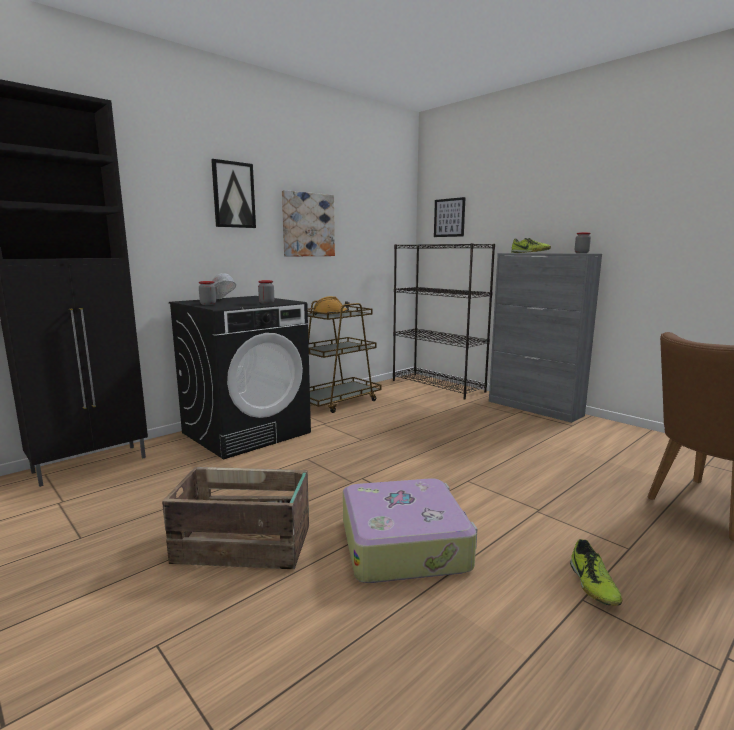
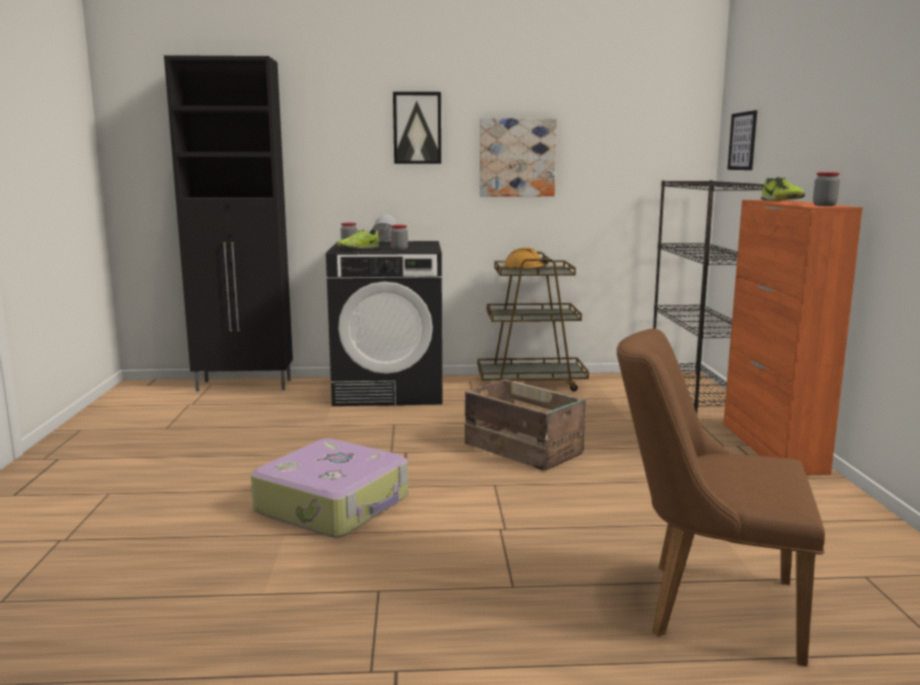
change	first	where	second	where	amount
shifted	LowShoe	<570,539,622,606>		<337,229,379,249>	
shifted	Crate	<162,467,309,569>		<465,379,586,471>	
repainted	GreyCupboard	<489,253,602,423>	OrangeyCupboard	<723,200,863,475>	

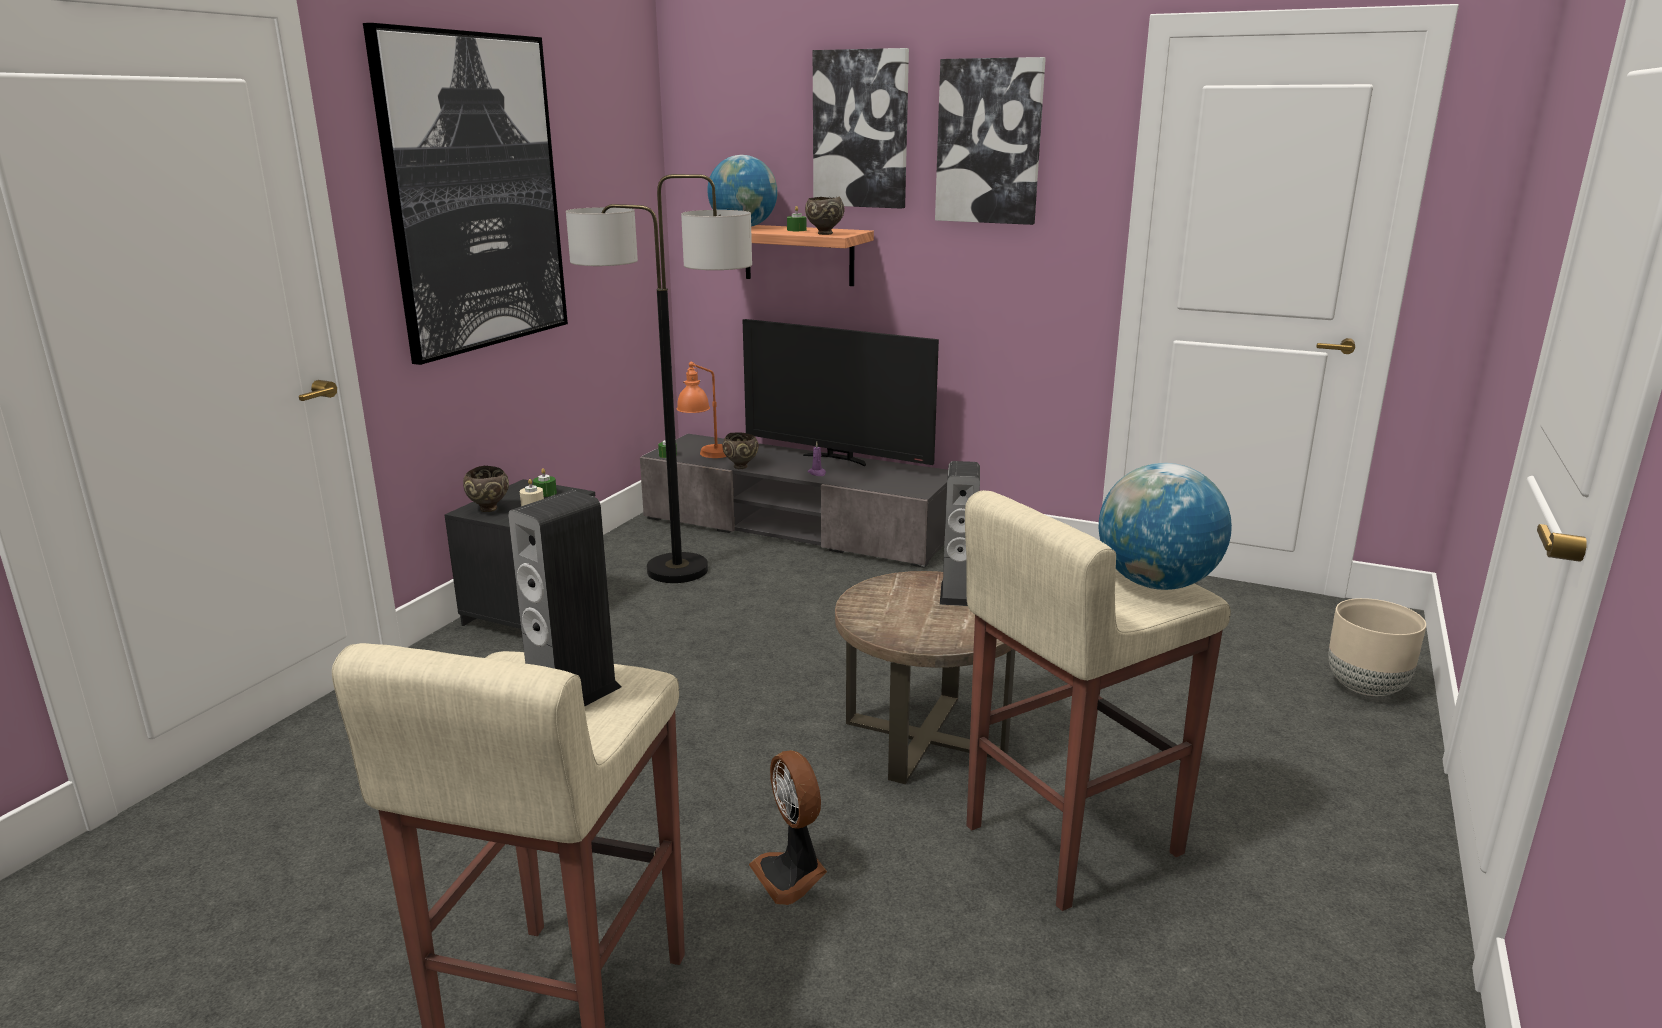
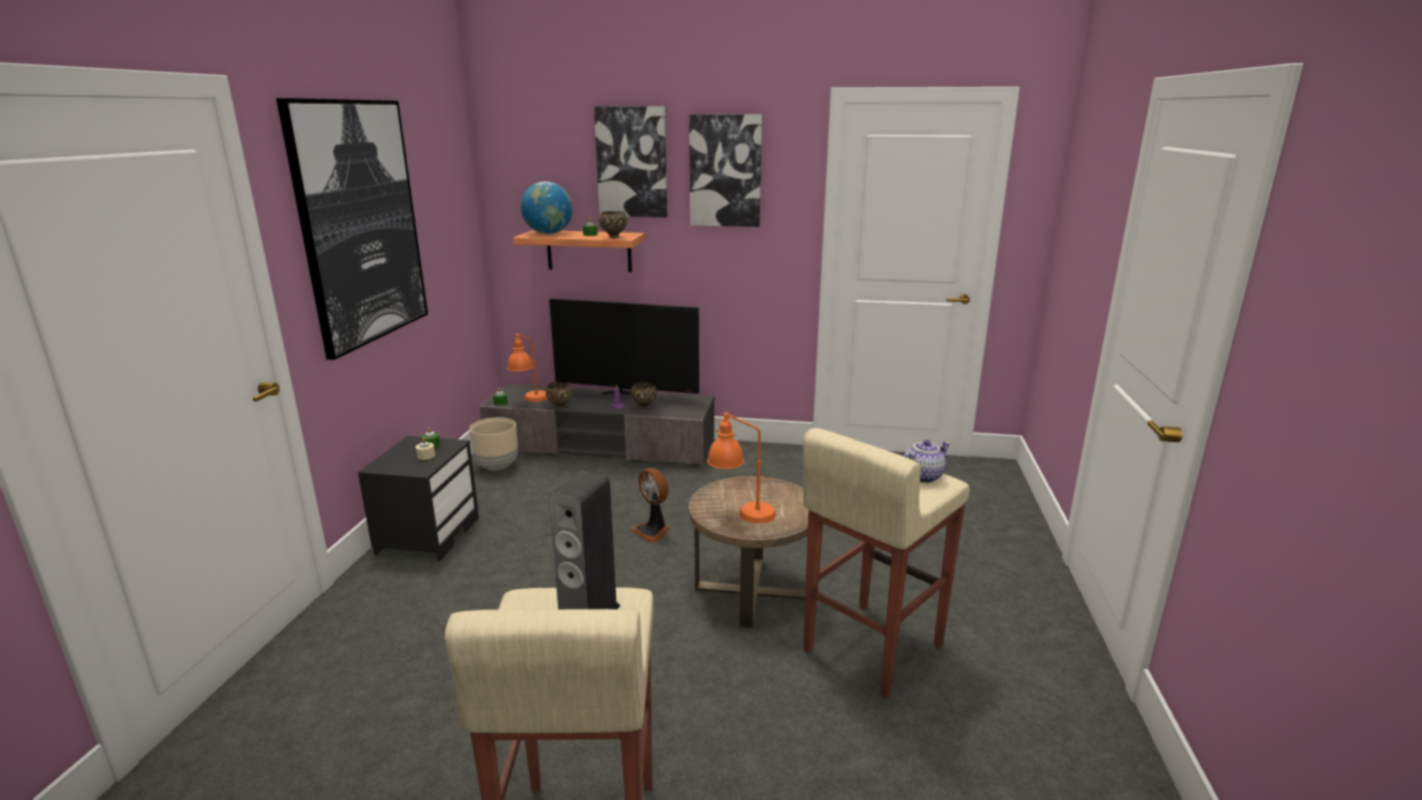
change	first	where	second	where	amount
shifted	SandColouredPlantPot	<1328,598,1426,696>		<469,417,518,470>	
shifted	BrownishBowl	<463,466,509,512>		<631,381,657,409>	
shifted	CoolingFan	<749,750,827,905>		<631,468,670,543>	
new			OrangeyLampForATable	<707,412,776,524>	
swapped	Globe	<1099,463,1232,590>	Teapot	<903,440,950,483>	
gone	FloorLamp	<566,174,752,583>			
gone	Loudspeaker	<940,461,980,606>			

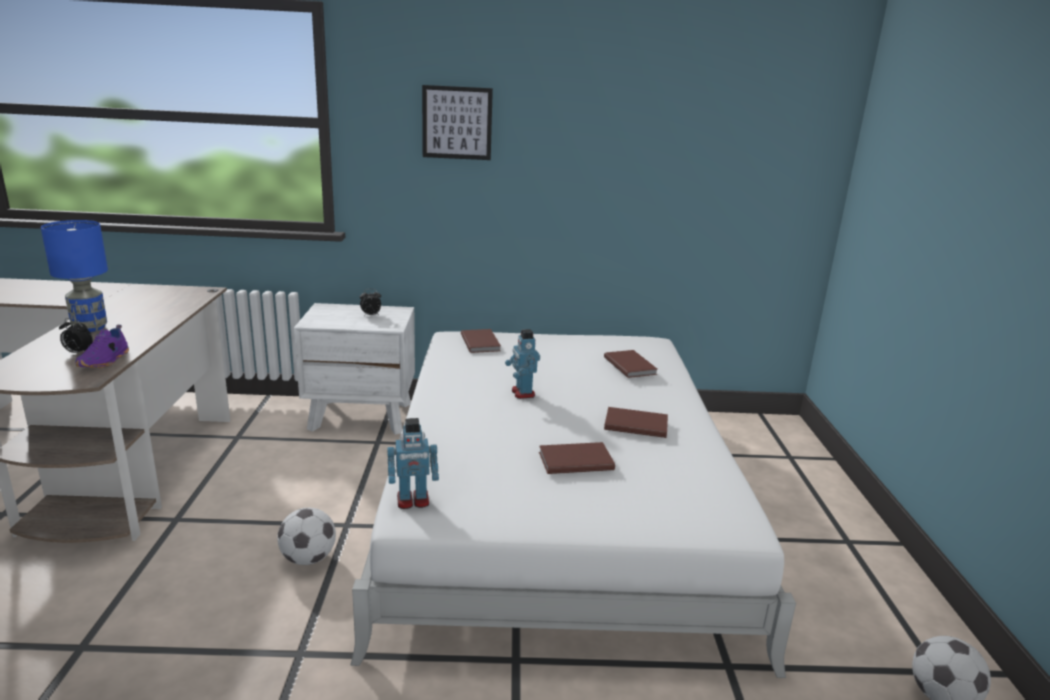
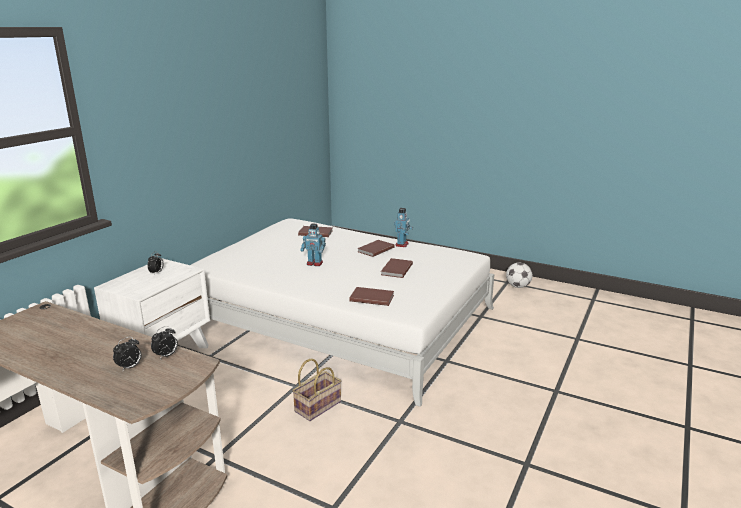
change	first	where	second	where	amount
swapped	PurpleLowShoe	<76,325,129,368>	AlarmClock	<151,326,178,359>	
swapped	BallForFootball	<277,508,336,565>	HouseholdBasket	<292,359,341,421>	
shifted	BrownishBook	<461,329,501,353>		<349,287,394,306>	
shifted	ToyRobot	<387,418,439,509>		<394,208,413,247>	
gone	BluishLampForATable	<41,220,108,332>			
gone	Picture	<422,85,493,160>			

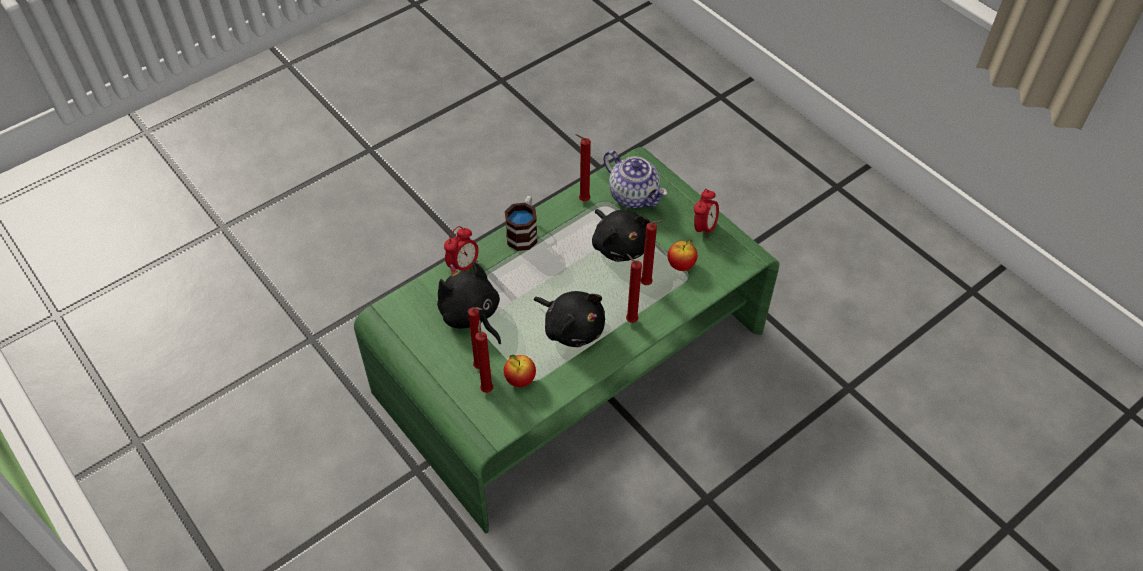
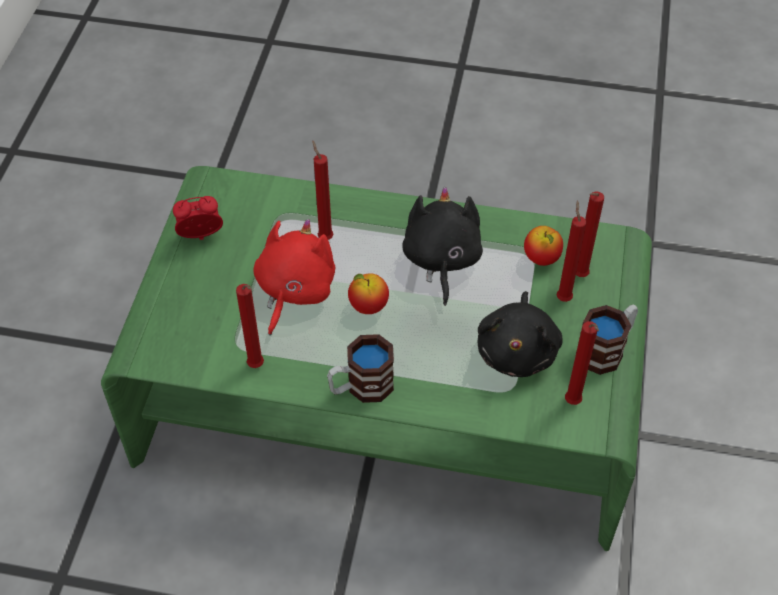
change	first	where	second	where	amount
repainted	BlackCuddlyToy	<592,209,650,262>	RedColouredCuddlyToy	<253,219,336,336>	
shifted	Apple	<668,239,697,271>		<348,273,389,314>	
shifted	RedColouredCandle	<626,254,642,323>		<565,321,599,405>	
new			TeaMug	<583,304,638,375>	
gone	AlarmClock	<444,226,479,271>			
gone	Teapot	<603,150,667,208>			

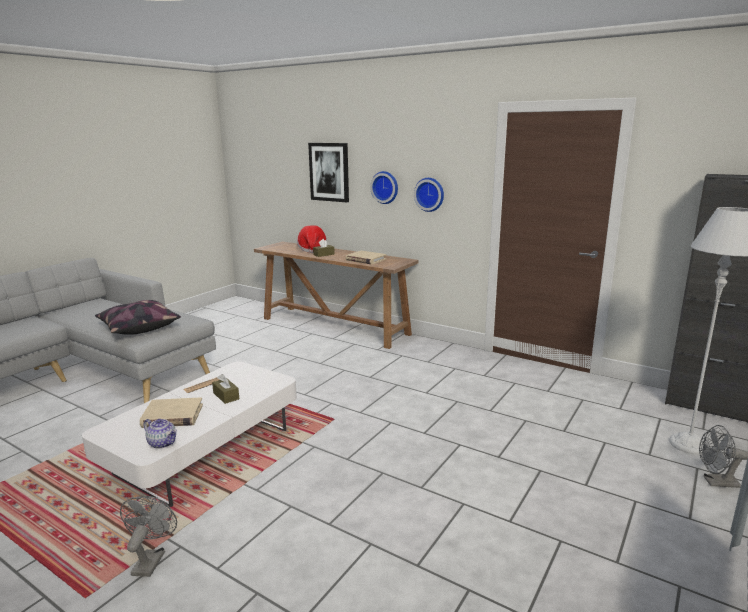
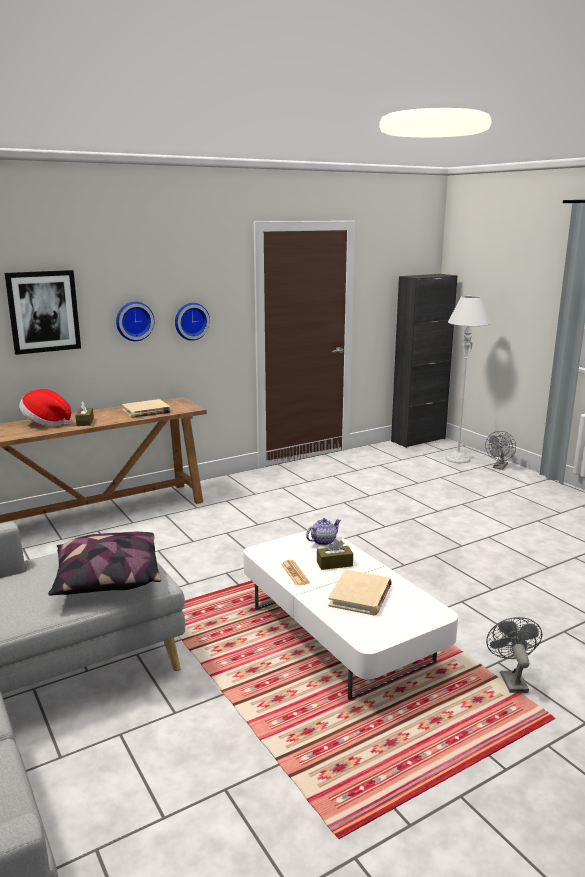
change	first	where	second	where	amount
shifted	Teapot	<144,419,177,449>		<306,518,341,545>	
rotated	GreyCoolingFan	<120,496,177,577>		<486,617,542,693>	60 degrees clockwise

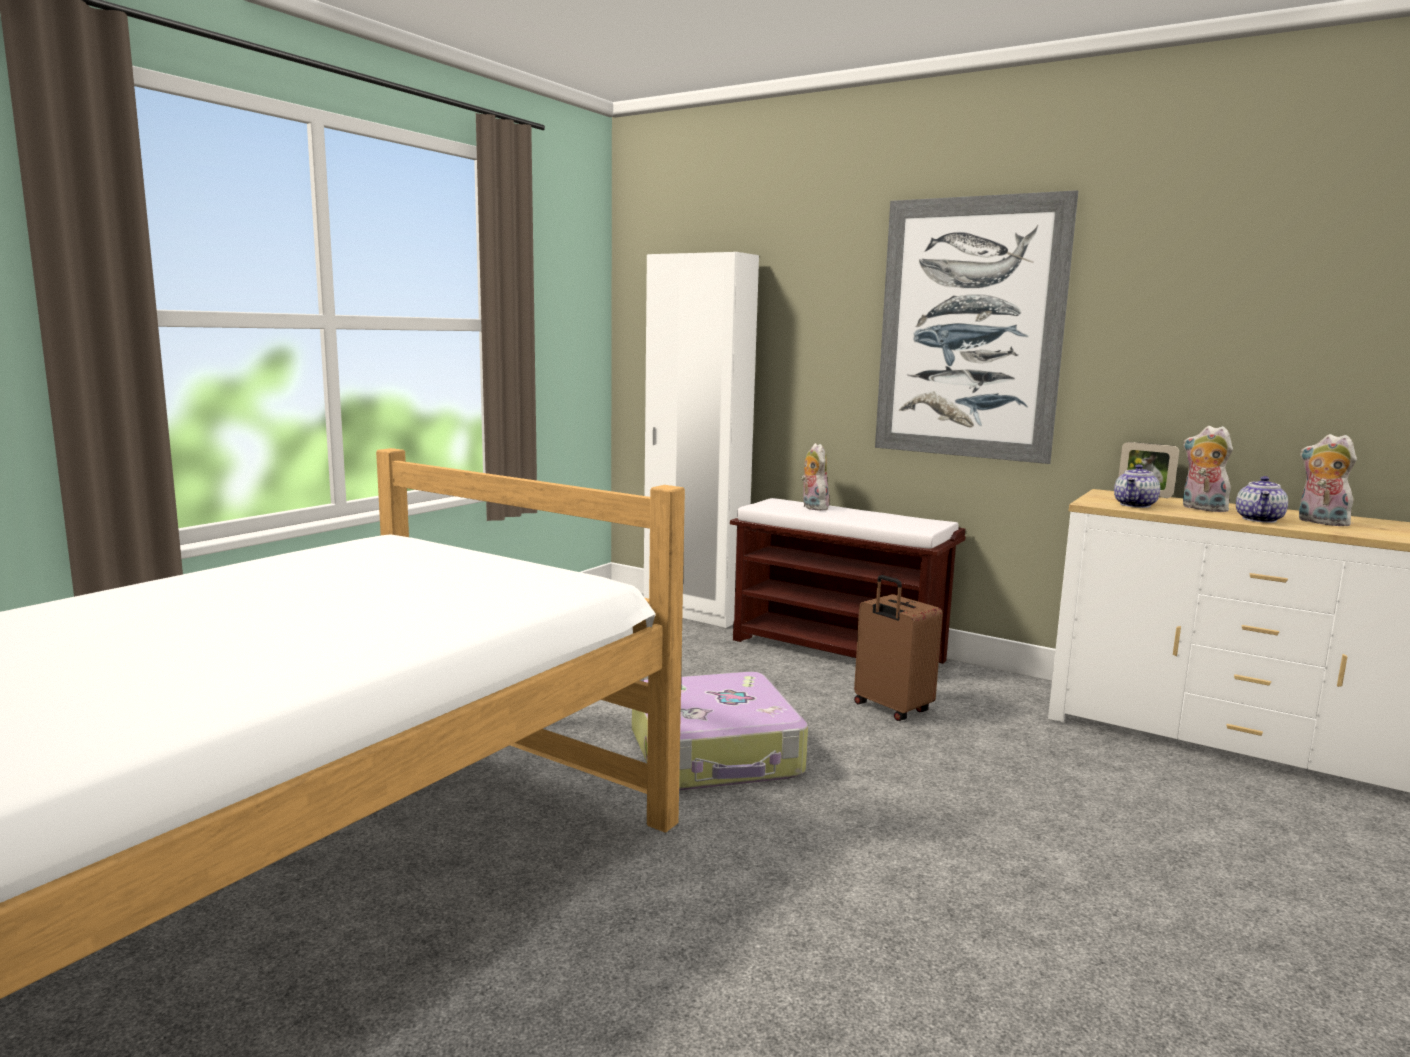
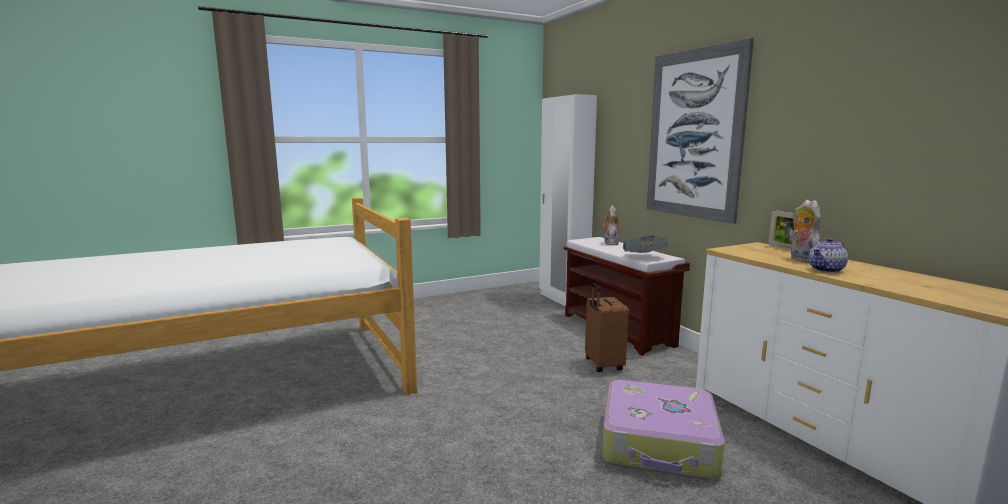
change	first	where	second	where	amount
shifted	Suitcase	<632,672,808,791>		<602,380,725,480>	
new			DailyPaper	<623,236,668,253>	
gone	Teapot	<1114,464,1160,508>			
gone	CuddlyToy	<1299,434,1357,526>			

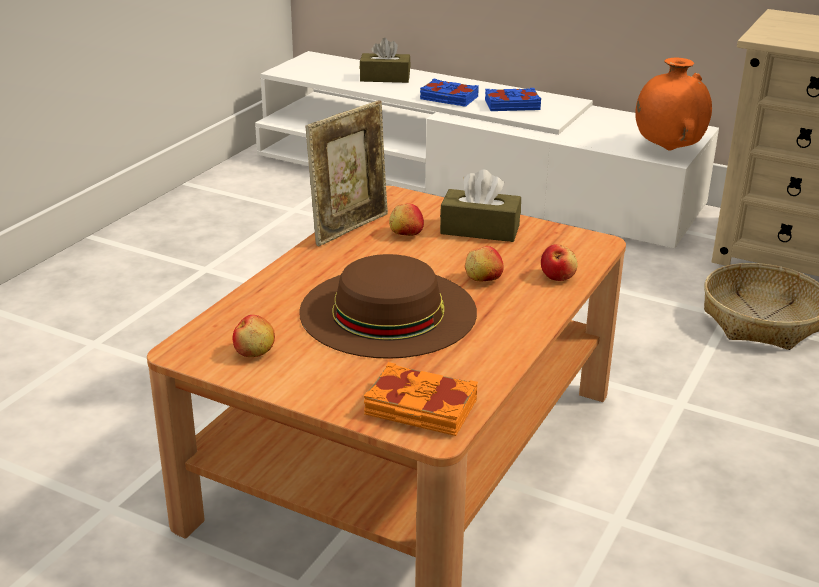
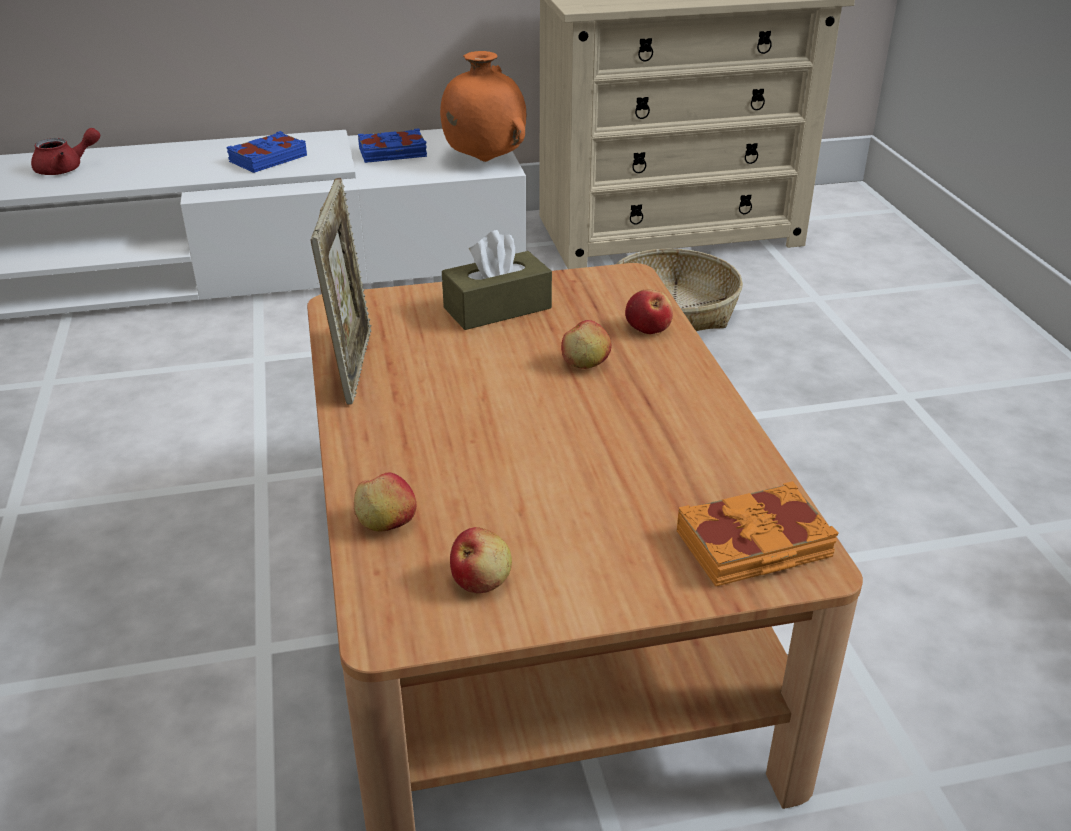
change	first	where	second	where	amount
swapped	BrownishBoxOfTissues	<360,38,411,83>	RedColouredTeapot	<31,128,100,175>	
shifted	Apple	<389,204,424,236>		<354,473,416,532>	
shifted	BluishBook	<420,78,479,107>		<358,128,427,163>	
gone	BrownishClothingHat	<299,254,477,359>			

